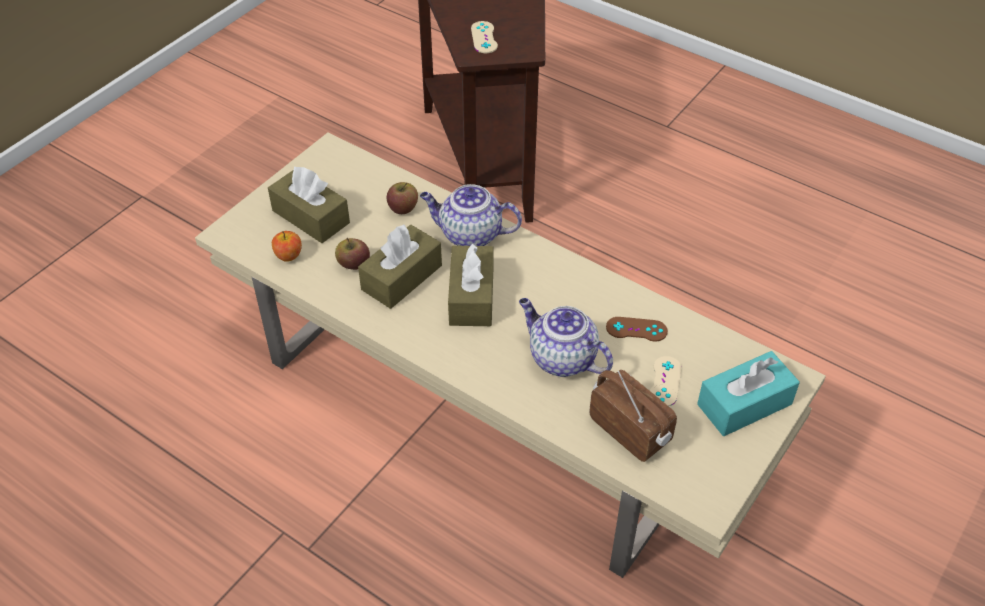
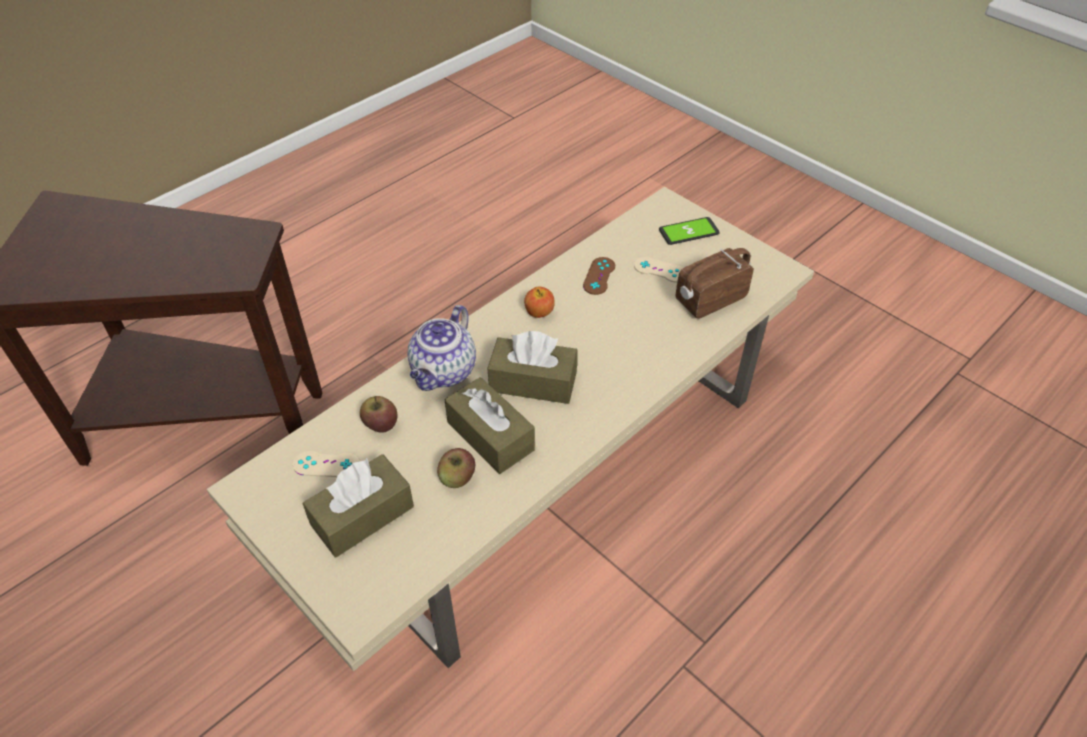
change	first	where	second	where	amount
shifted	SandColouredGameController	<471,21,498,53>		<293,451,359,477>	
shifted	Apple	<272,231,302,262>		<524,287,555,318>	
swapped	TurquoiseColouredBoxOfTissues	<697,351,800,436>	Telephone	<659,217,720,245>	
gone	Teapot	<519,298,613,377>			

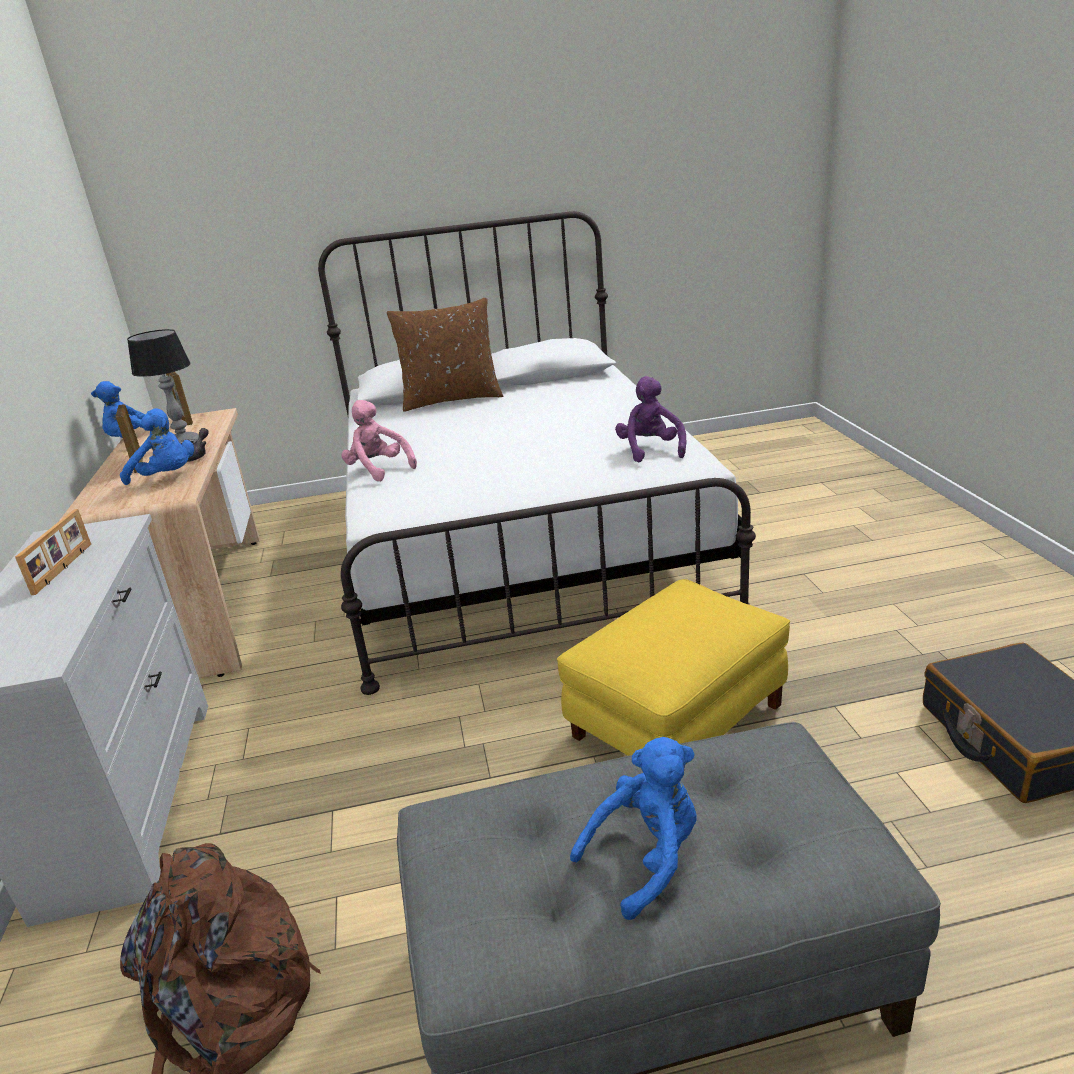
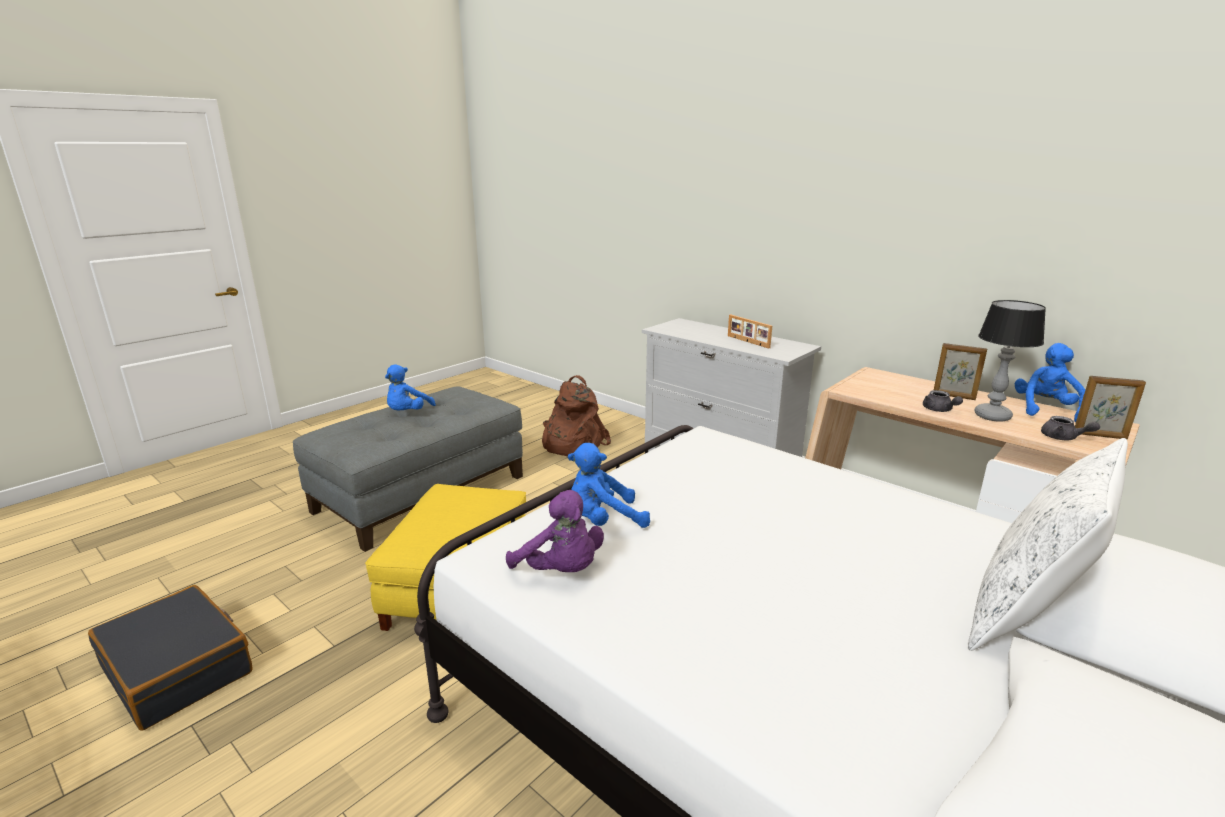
change	first	where	second	where	amount
shifted	BluishCuddlyToy	<120,408,194,485>		<568,443,650,528>	
repainted	BrownishCushion	<387,297,503,412>	WhiteCushion	<968,438,1128,651>	
new			GreyTeapot	<1041,416,1100,440>	
gone	PinkCuddlyToy	<341,400,417,481>			

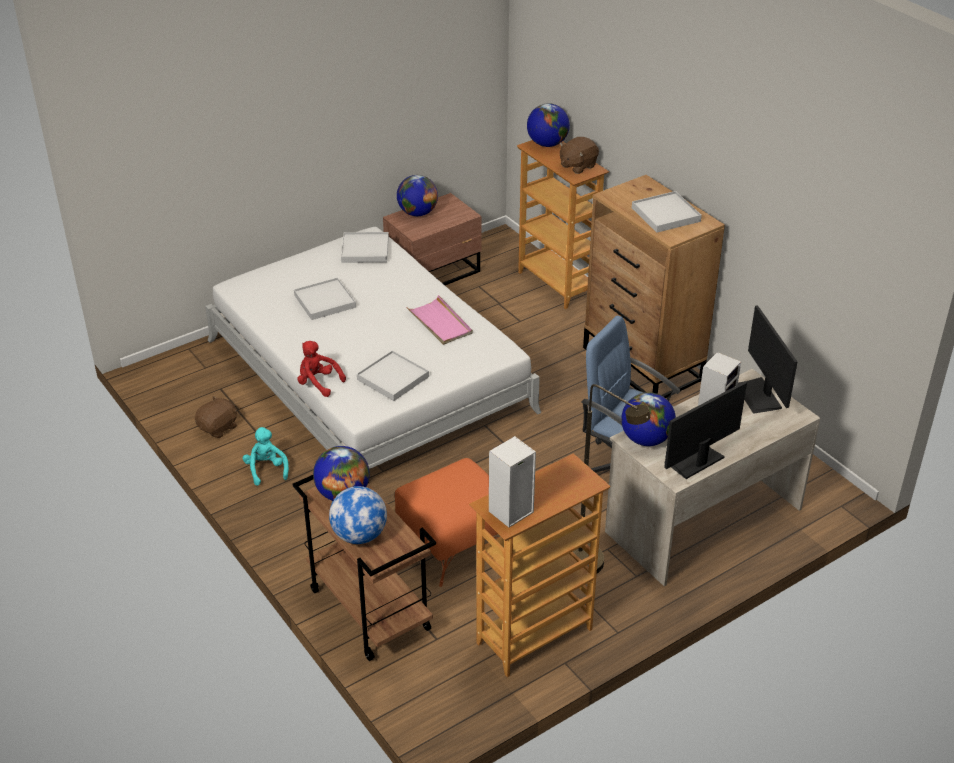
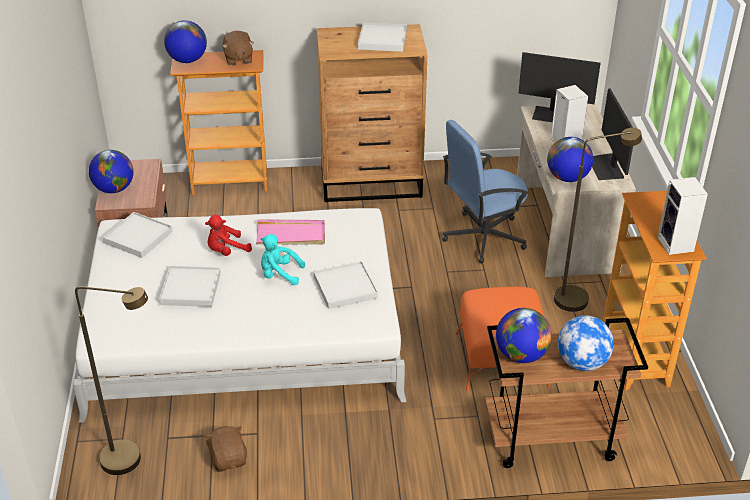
change	first	where	second	where	amount
new			BrownishFloorLamp	<75,287,148,475>	
shifted	RedColouredCuddlyToy	<297,341,346,397>		<205,214,252,256>	
shifted	TurquoiseColouredCuddlyToy	<243,427,289,486>		<261,234,305,285>	

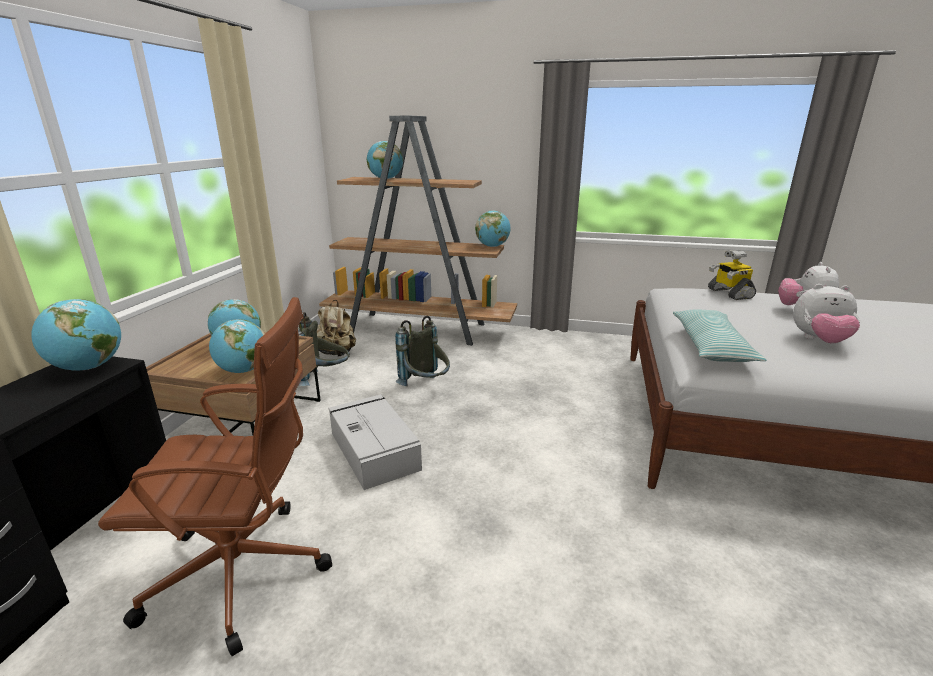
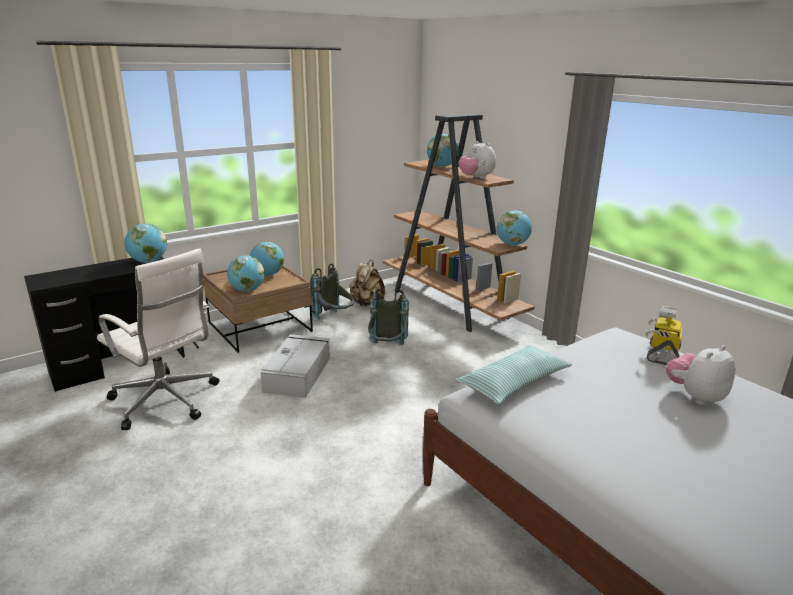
change	first	where	second	where	amount
repainted	BrownishOfficeChair	<98,297,332,656>	WhiteOfficeChair	<97,248,220,430>	
shifted	CuddlyToy	<793,284,860,343>		<459,141,496,179>	

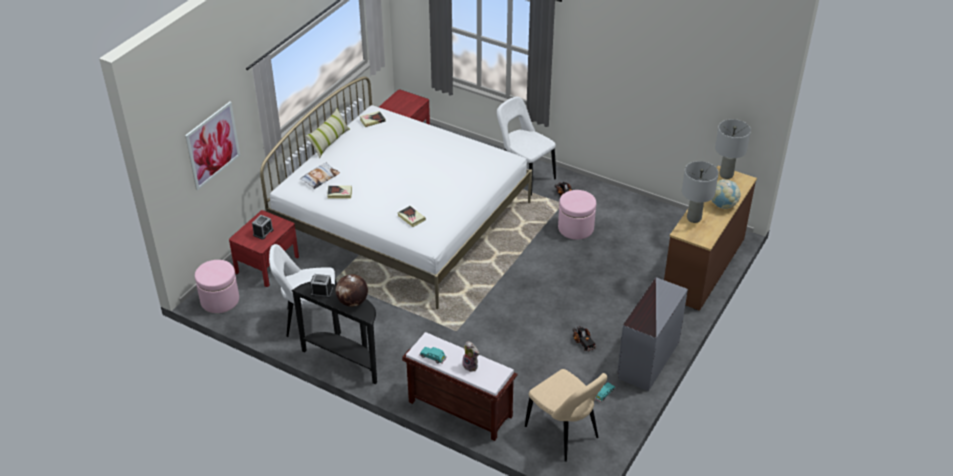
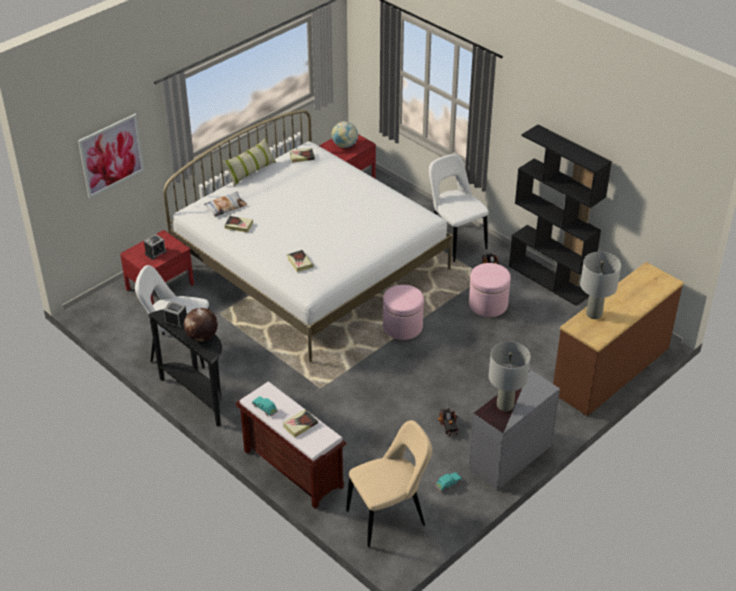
change	first	where	second	where	amount
swapped	CuddlyToy	<462,341,479,372>	Book	<283,409,318,437>	
shifted	Globe	<711,179,741,209>		<331,121,358,148>	
rotated	SandColouredUprightChair	<525,369,608,462>		<346,420,432,547>	90 degrees counterclockwise
shifted	PinkFootrest	<195,260,239,313>		<383,285,424,340>	
shifted	GreyLampForATable	<715,119,751,179>		<489,341,531,412>	
new			BlackBookshelf	<509,125,612,306>	

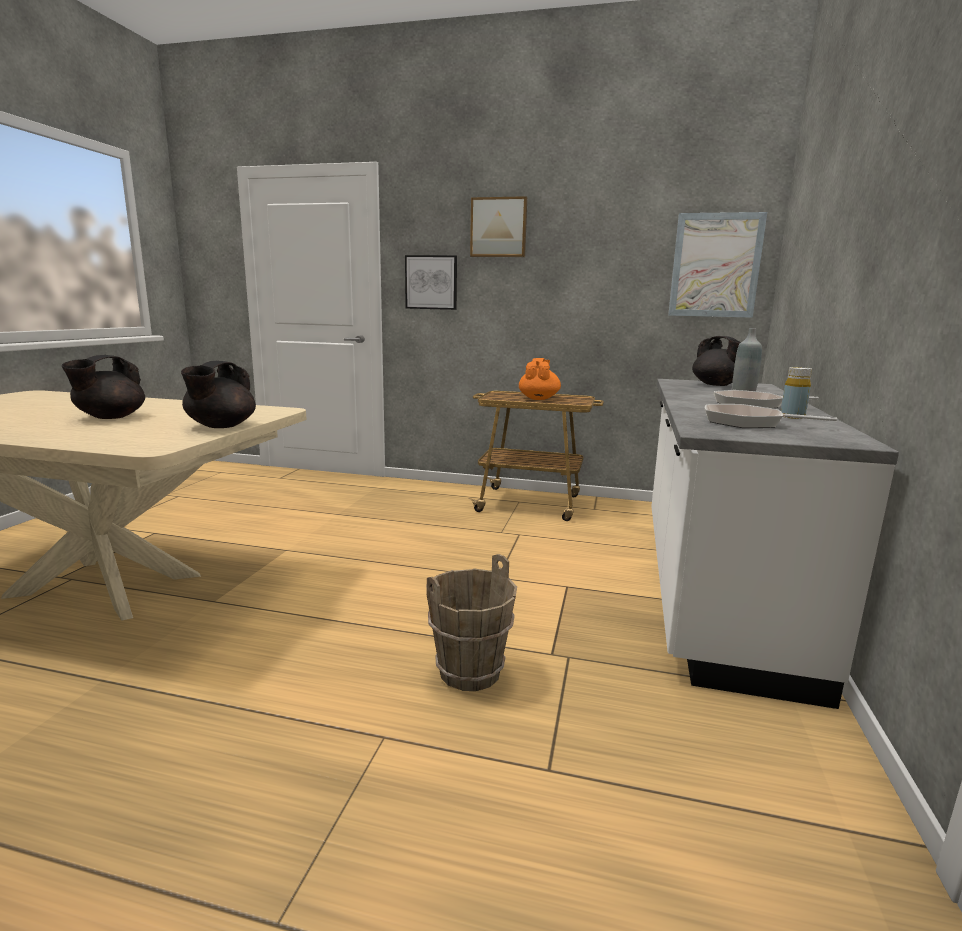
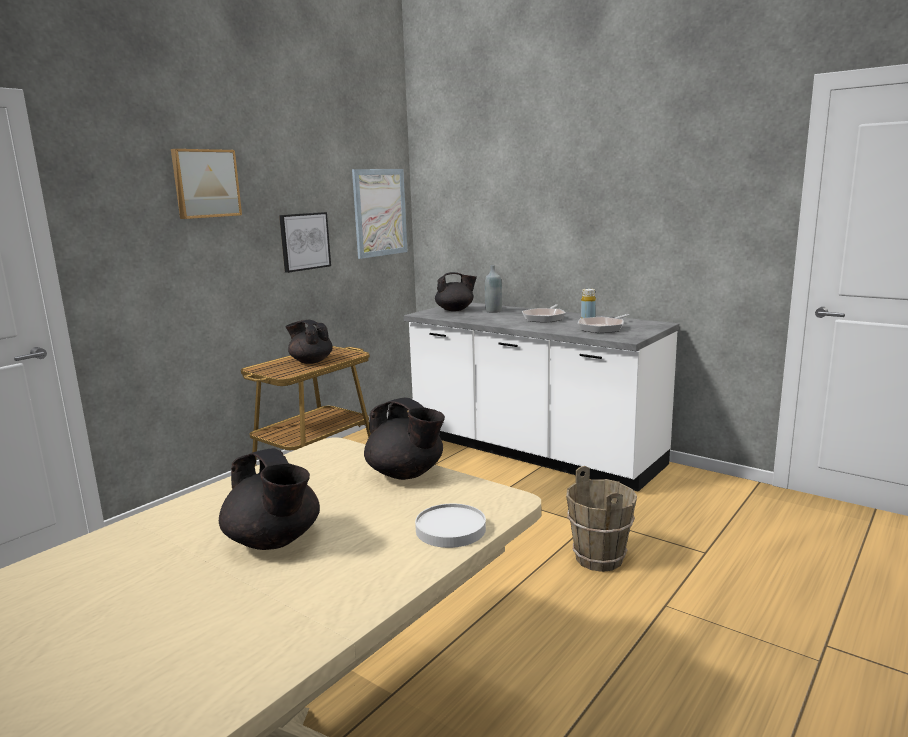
change	first	where	second	where	amount
shifted	Picture	<405,255,457,310>		<279,212,331,273>	
repainted	OrangeyTeapot	<519,358,561,400>	BlackTeapot	<286,320,333,364>	
new			WhitePlate	<415,504,486,548>	

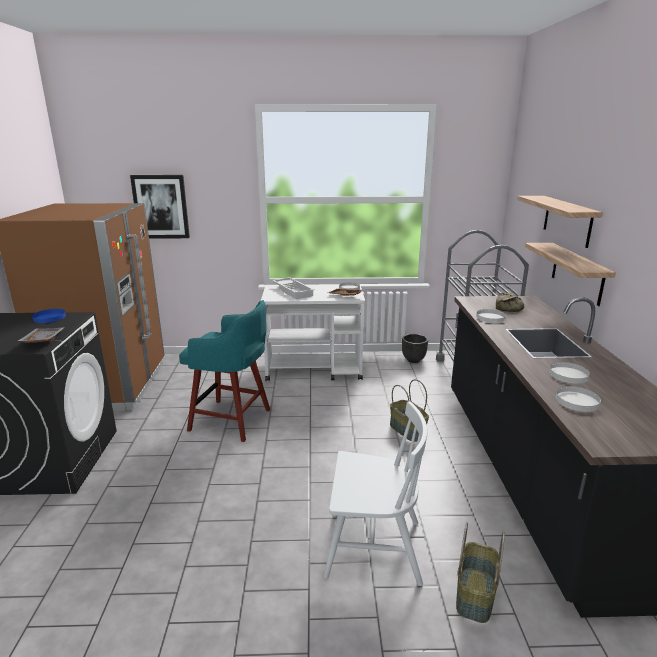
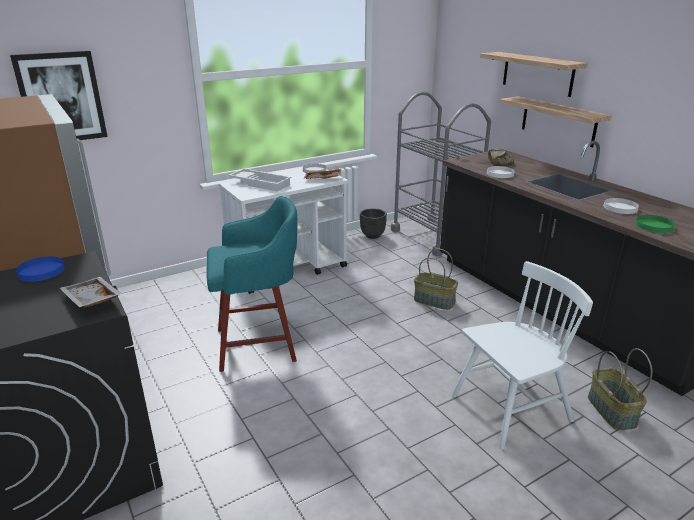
change	first	where	second	where	amount
repainted	WhitePlate	<556,386,601,412>	GreenishPlate	<636,215,675,233>	

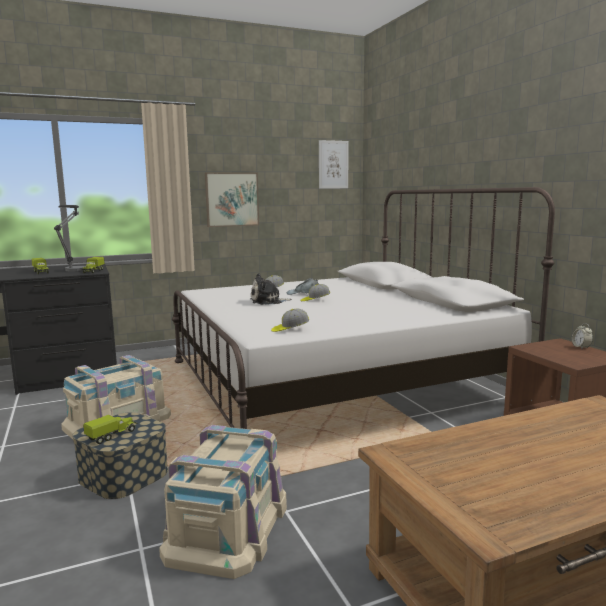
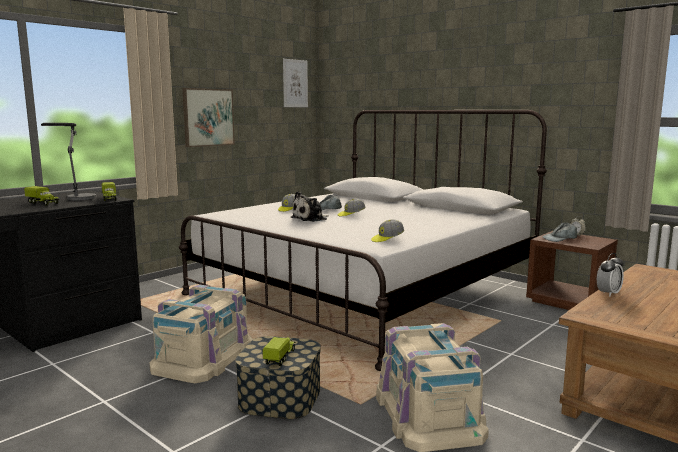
change	first	where	second	where	amount
new			GreyBaseballCap	<543,222,577,242>	
new			AlarmClock	<597,253,624,297>	

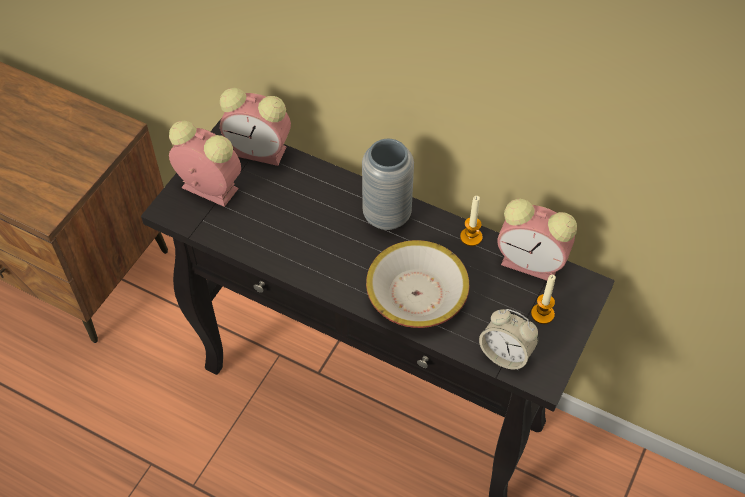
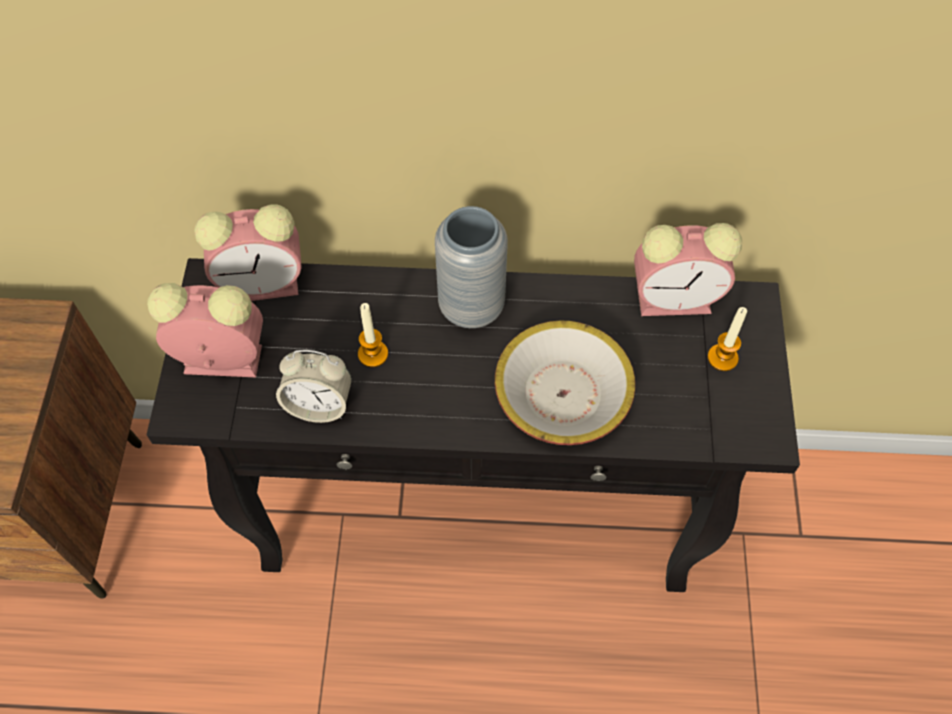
change	first	where	second	where	amount
shifted	AlarmClock	<479,309,538,370>		<276,350,352,423>	
shifted	Candle	<460,196,482,246>		<358,303,388,367>	

